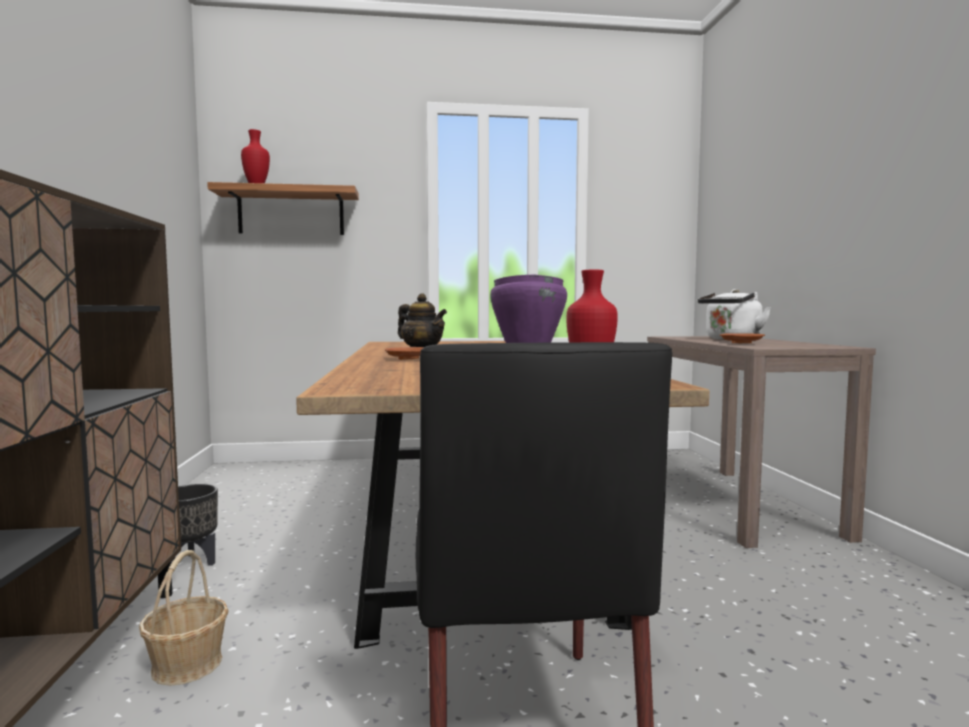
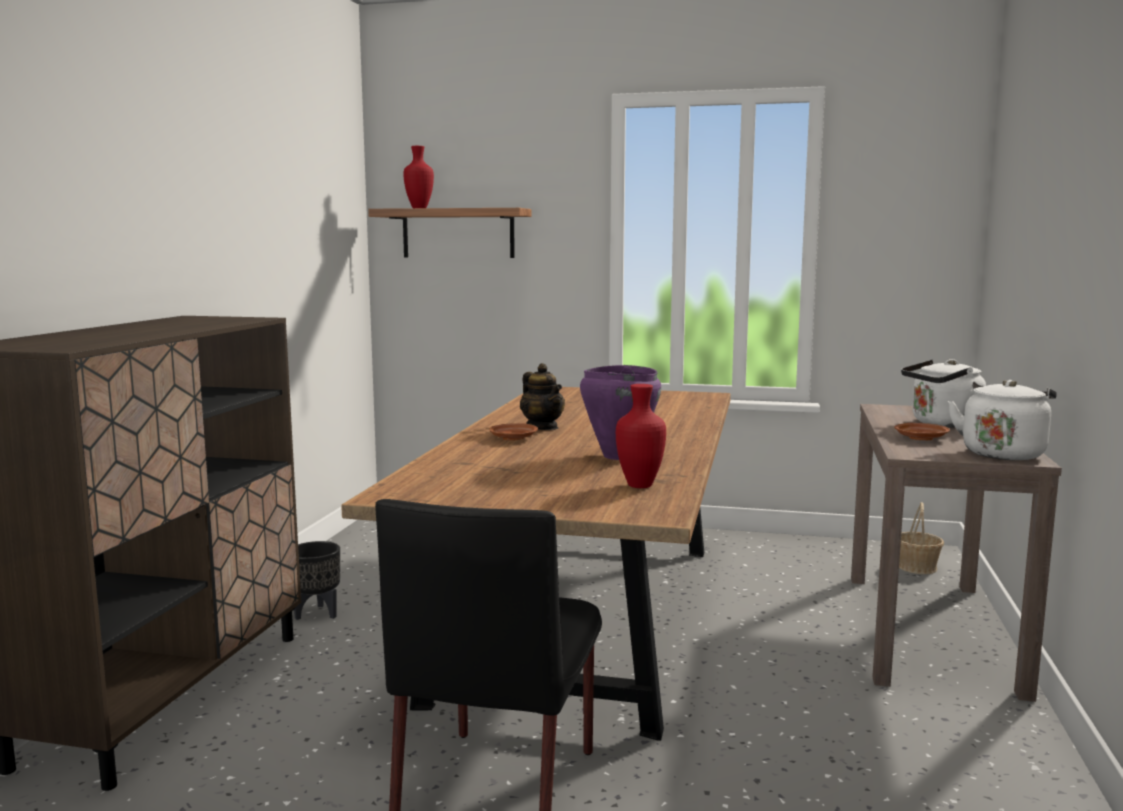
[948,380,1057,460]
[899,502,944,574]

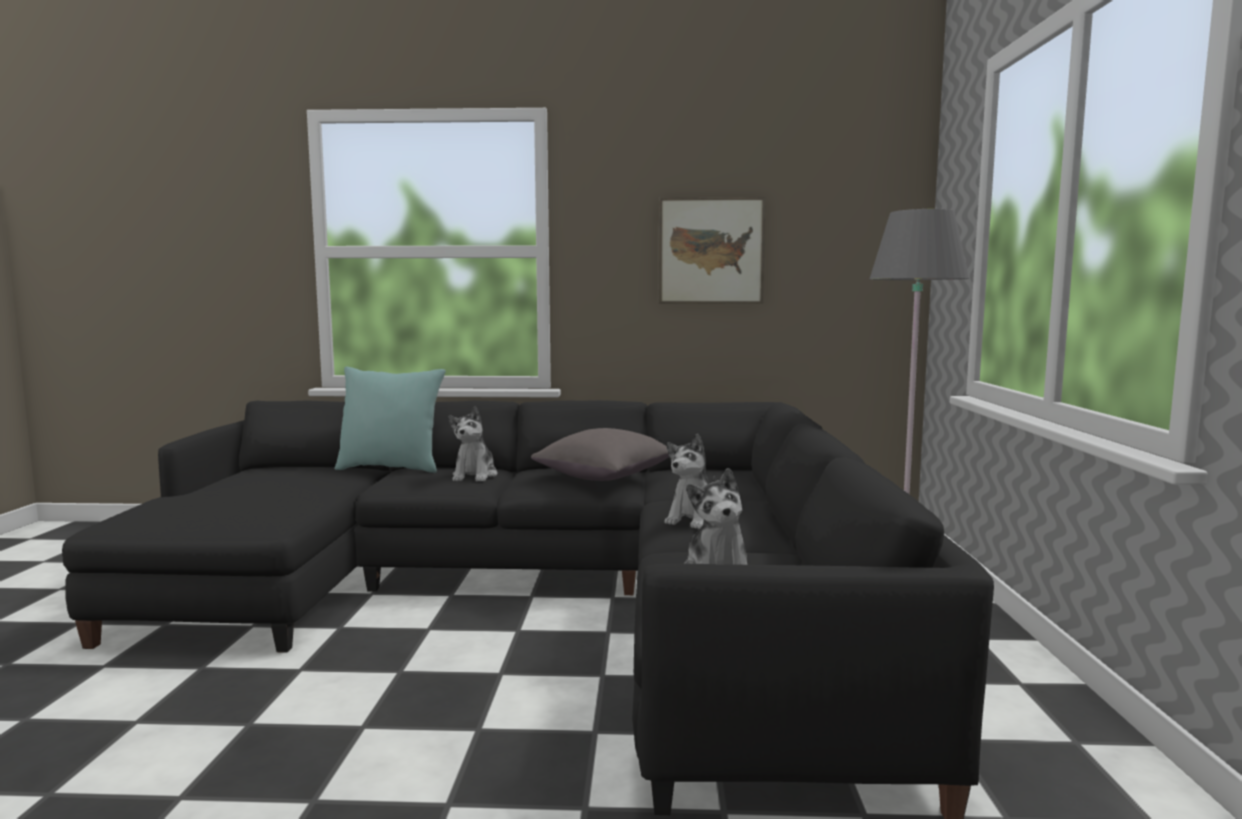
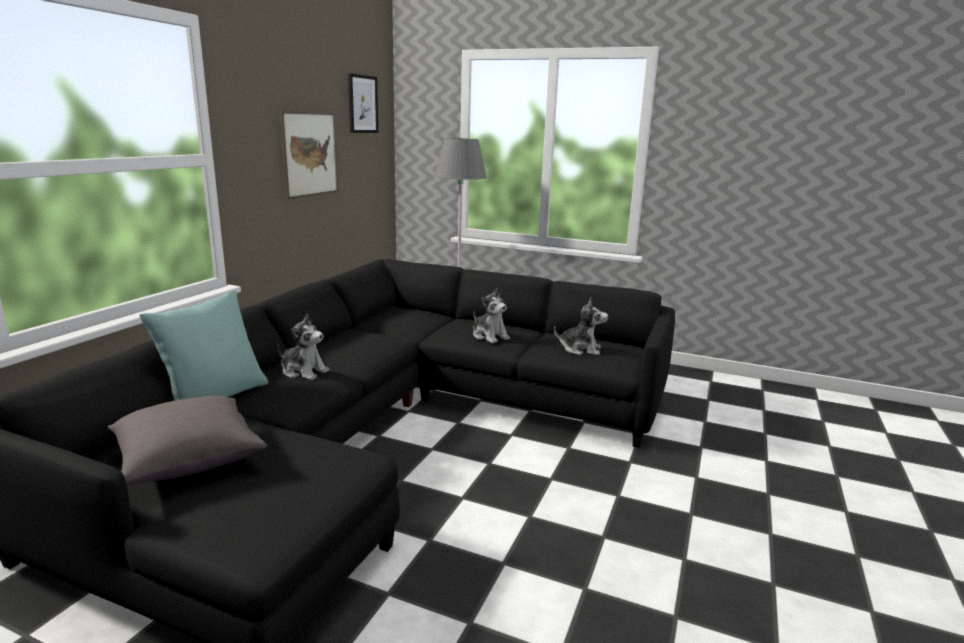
[348,73,378,133]
[108,396,267,485]

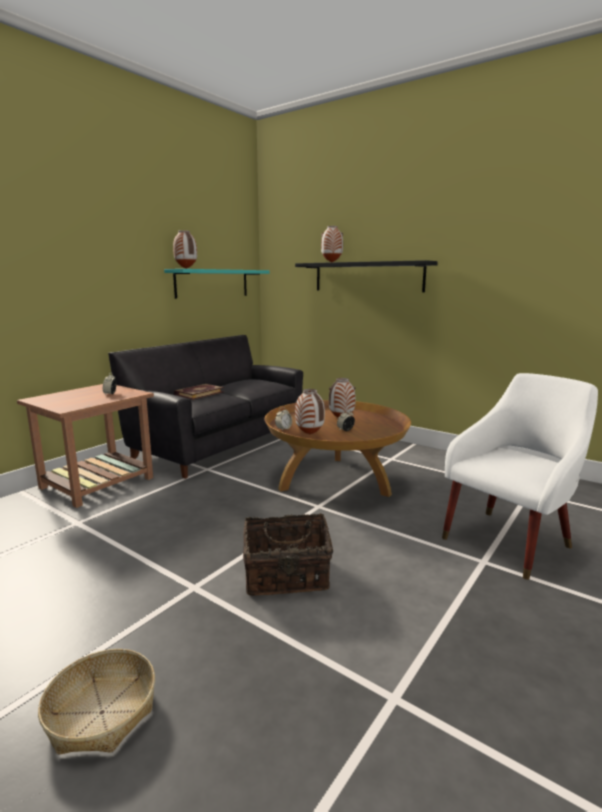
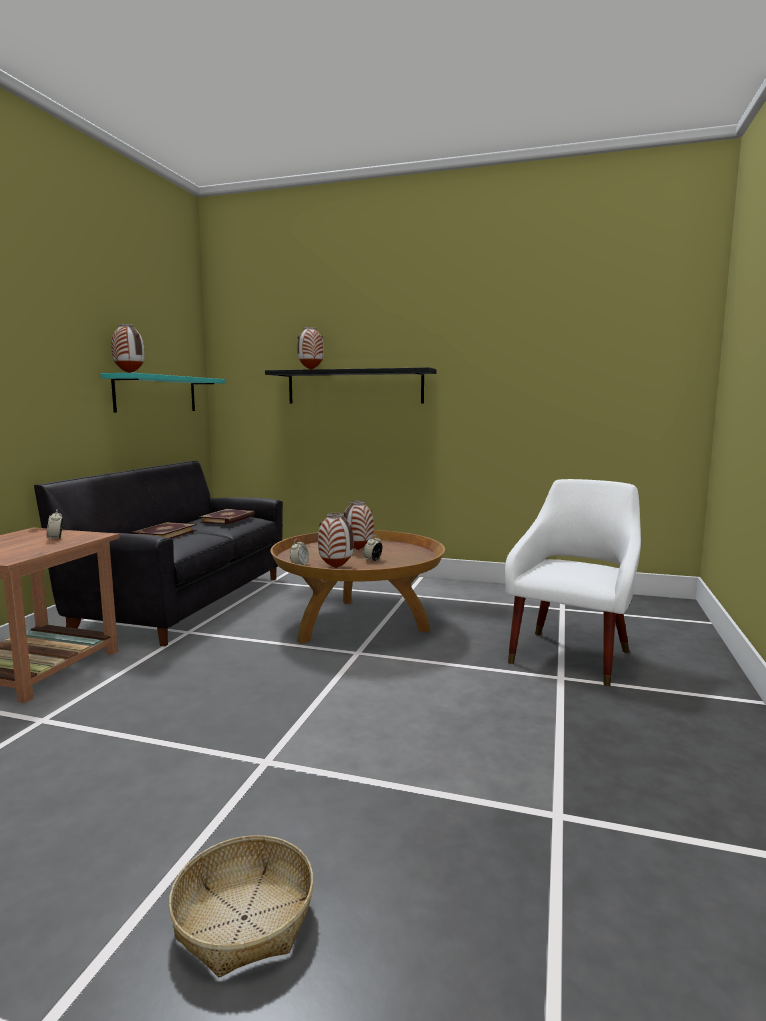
[243,513,333,596] (first image)
[199,509,255,524]

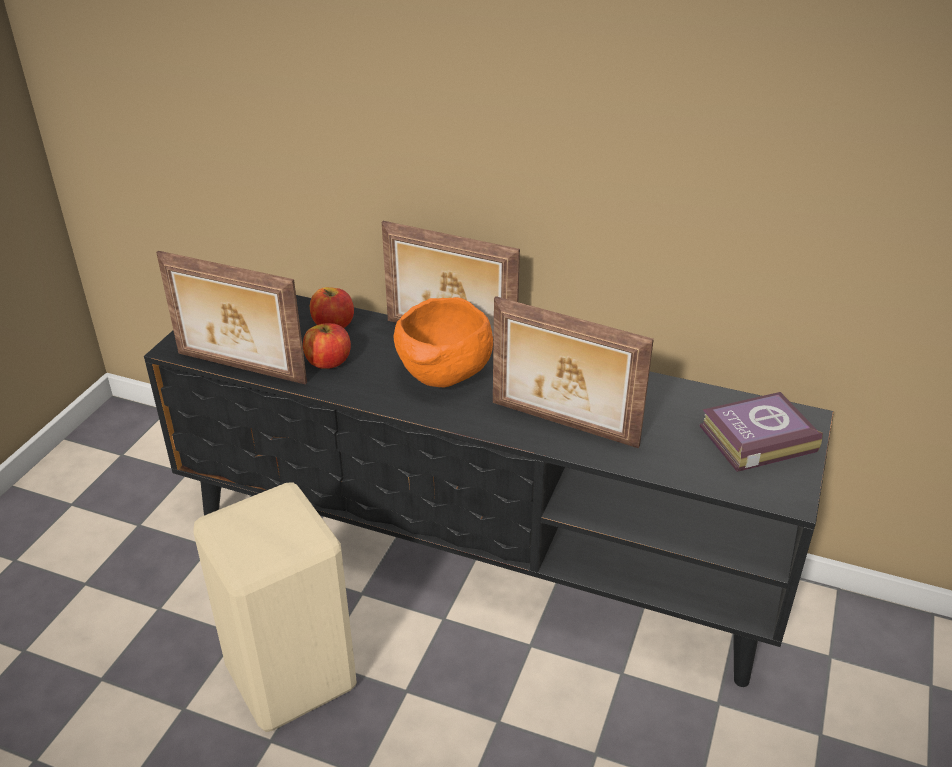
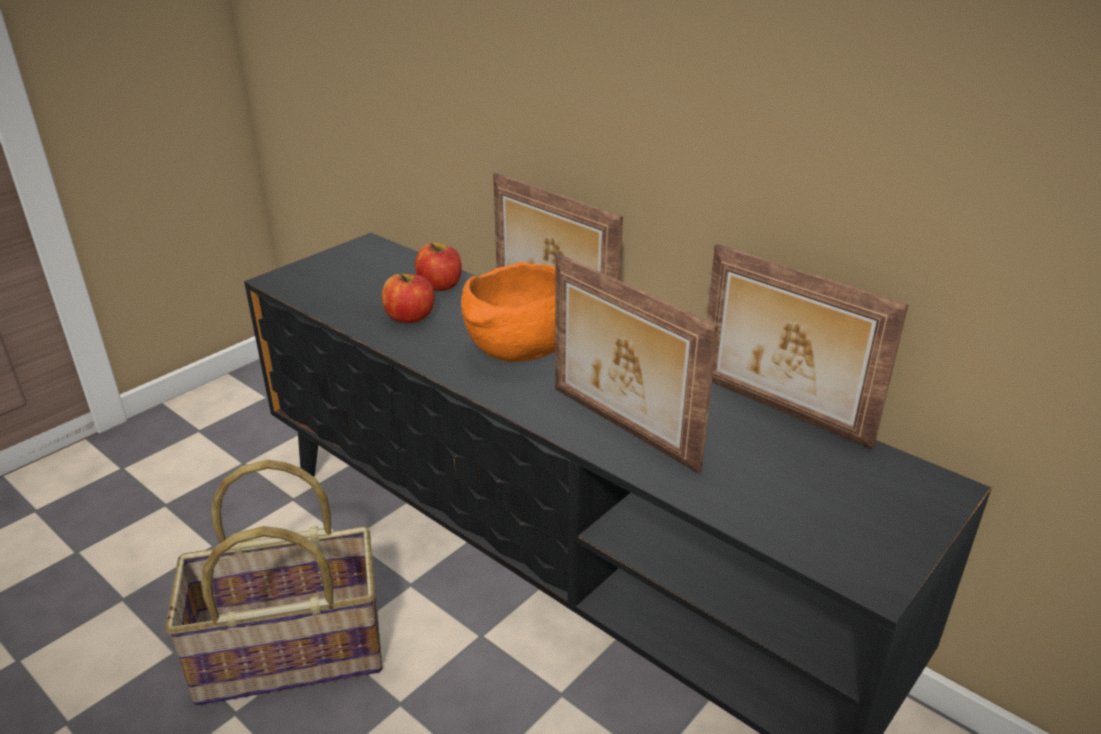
[699,392,823,472] (first image)
[707,244,909,449]
[165,460,382,706]

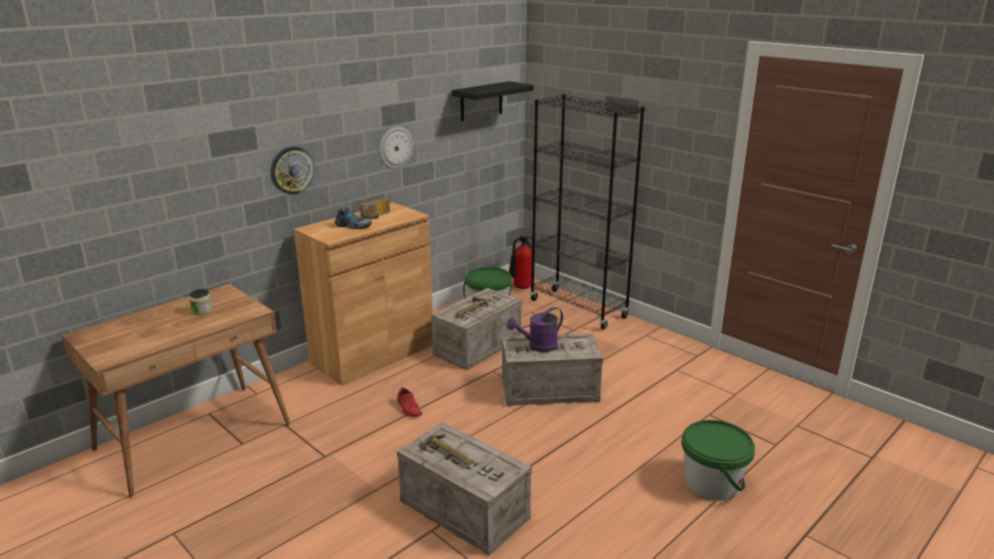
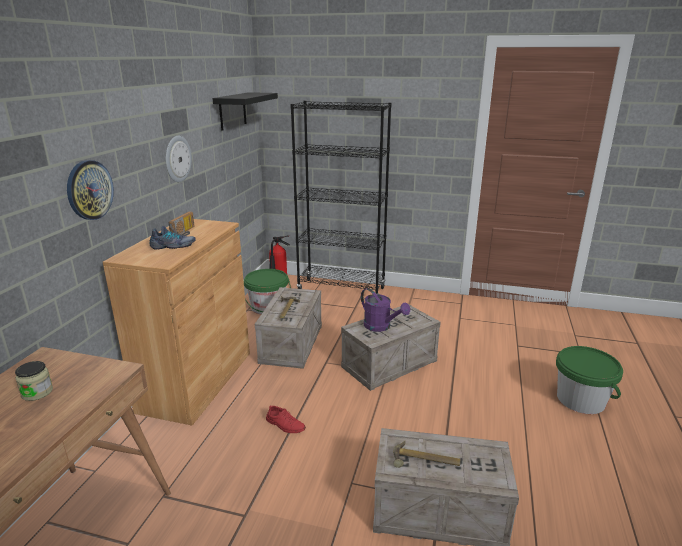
[361,288,410,332]

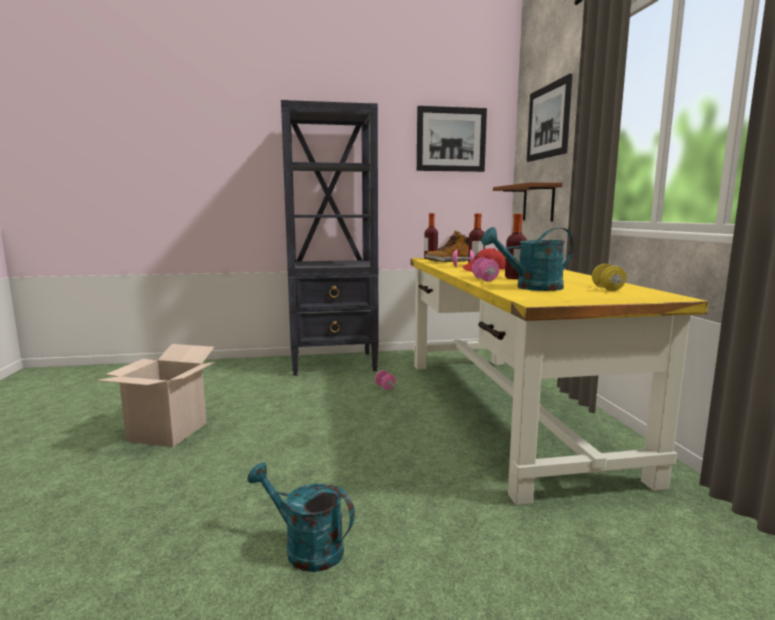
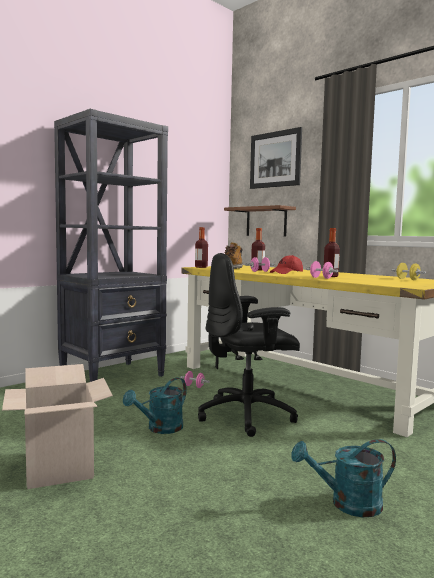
[417,106,487,172] (first image)
[198,253,300,437]
[123,377,187,434]

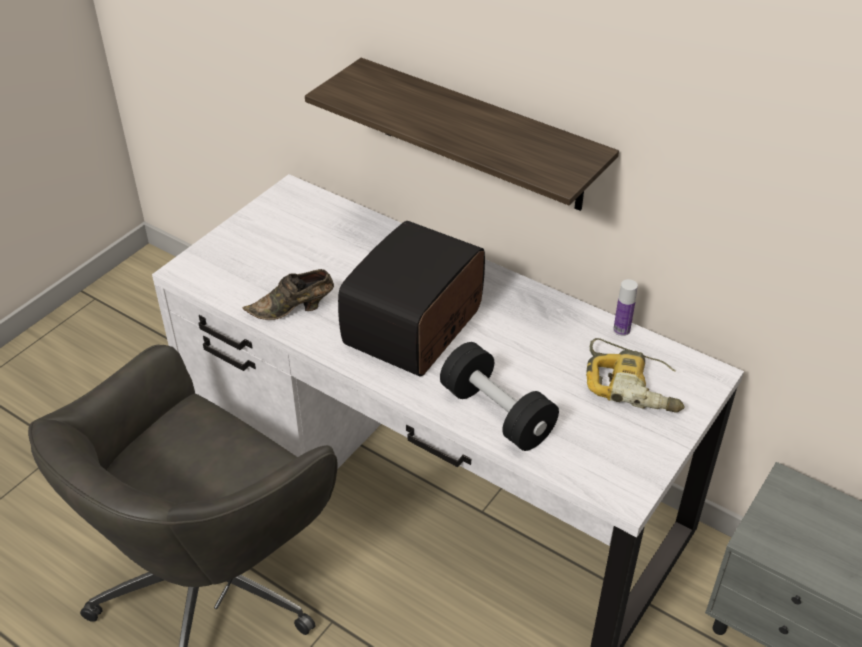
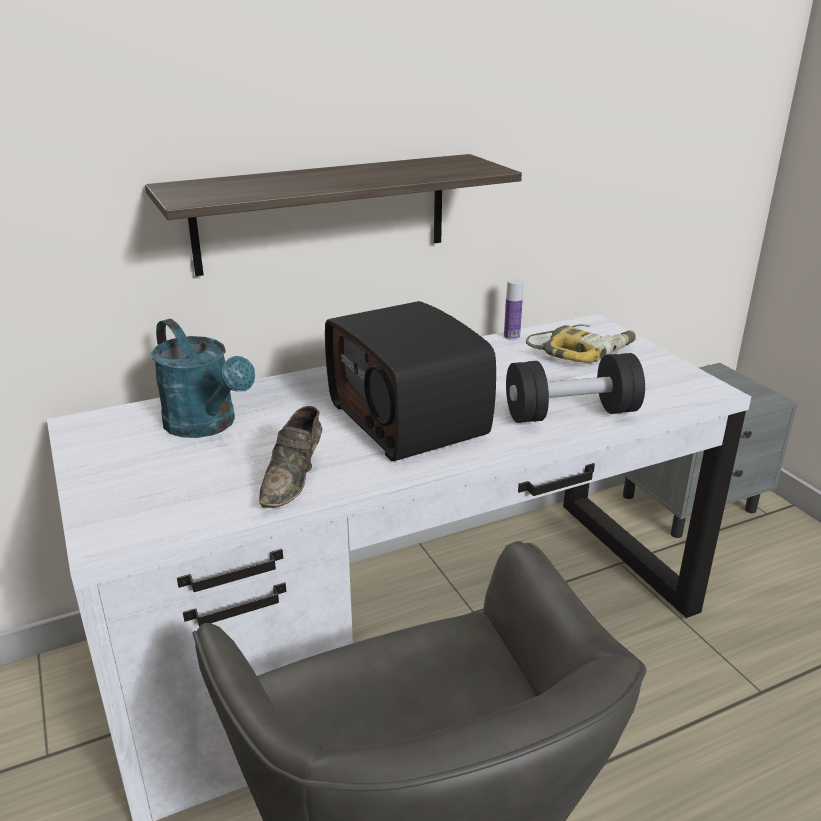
[152,319,255,438]

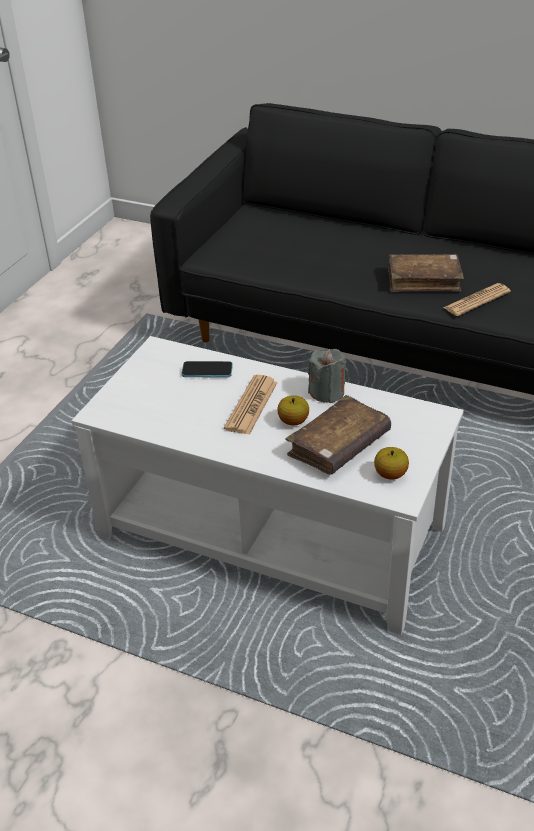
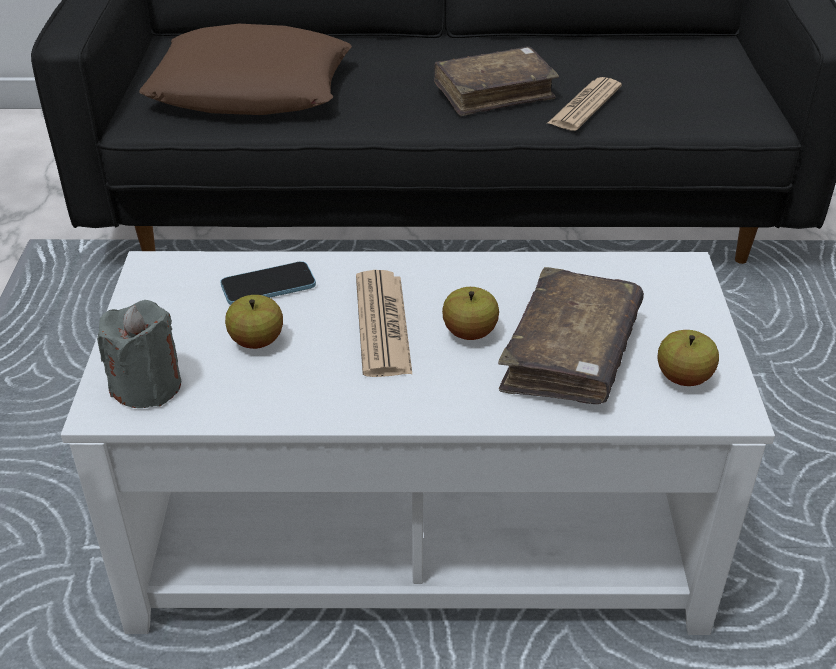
[139,24,352,115]
[225,295,283,349]
[97,300,181,408]

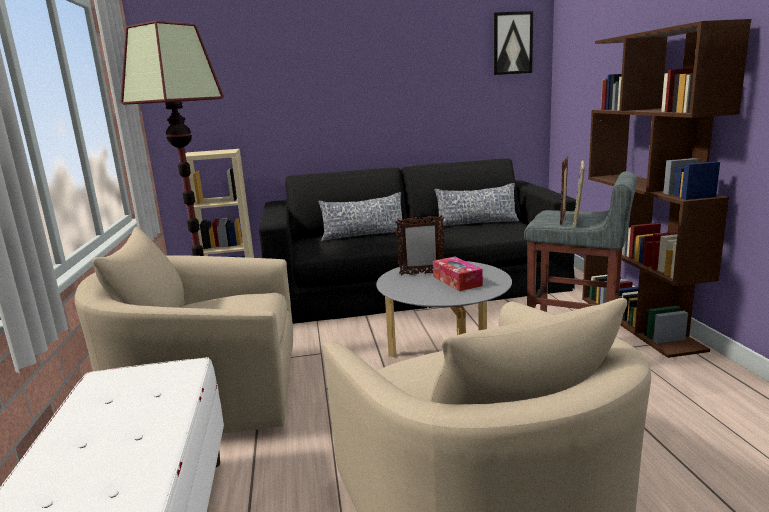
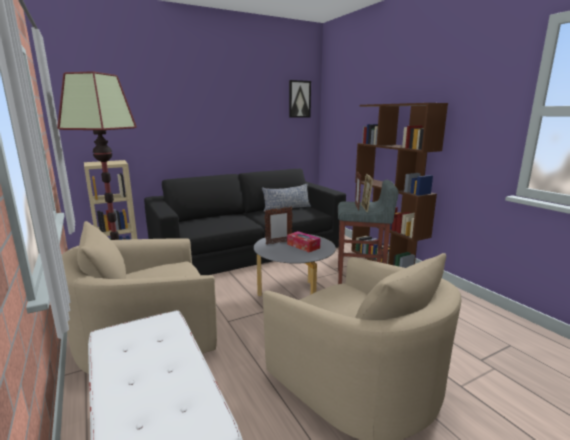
[318,192,402,241] (first image)

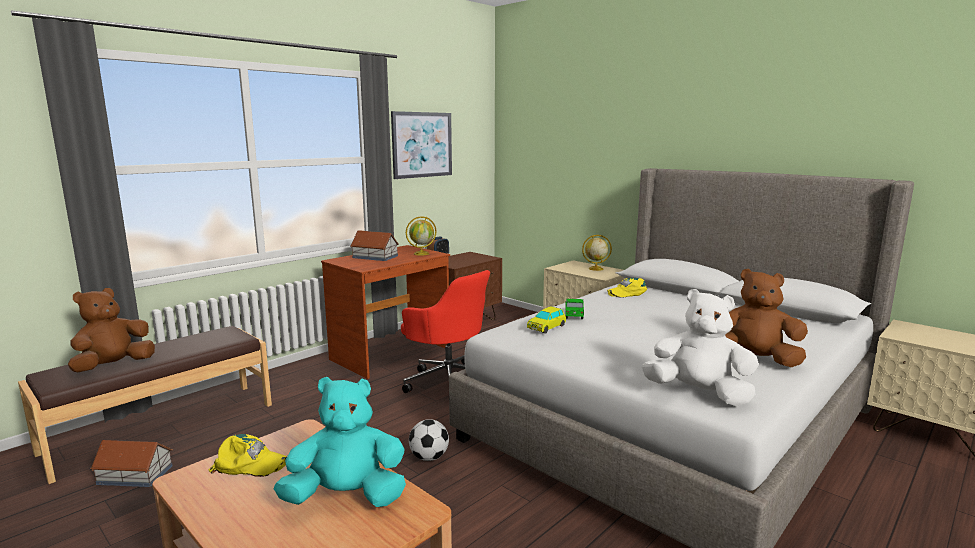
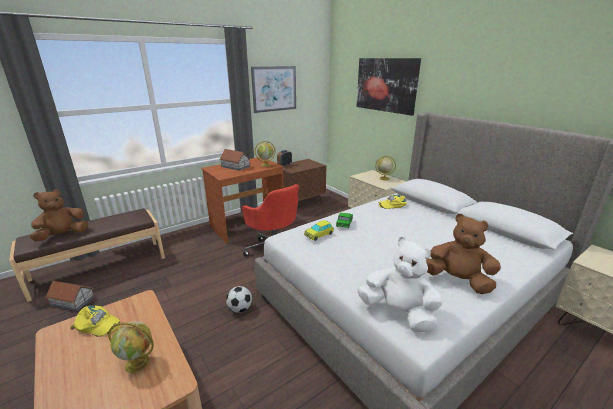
[356,58,421,116]
[108,321,154,373]

